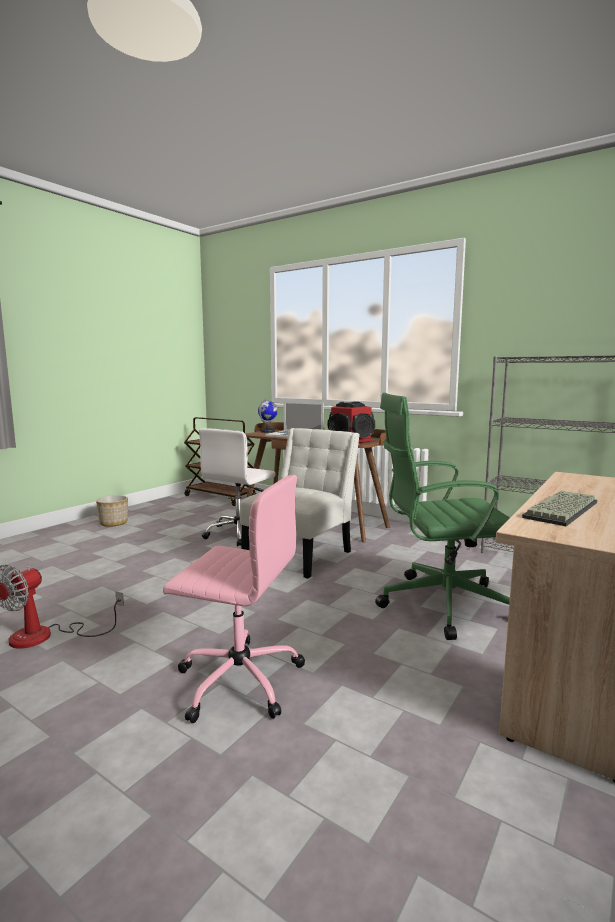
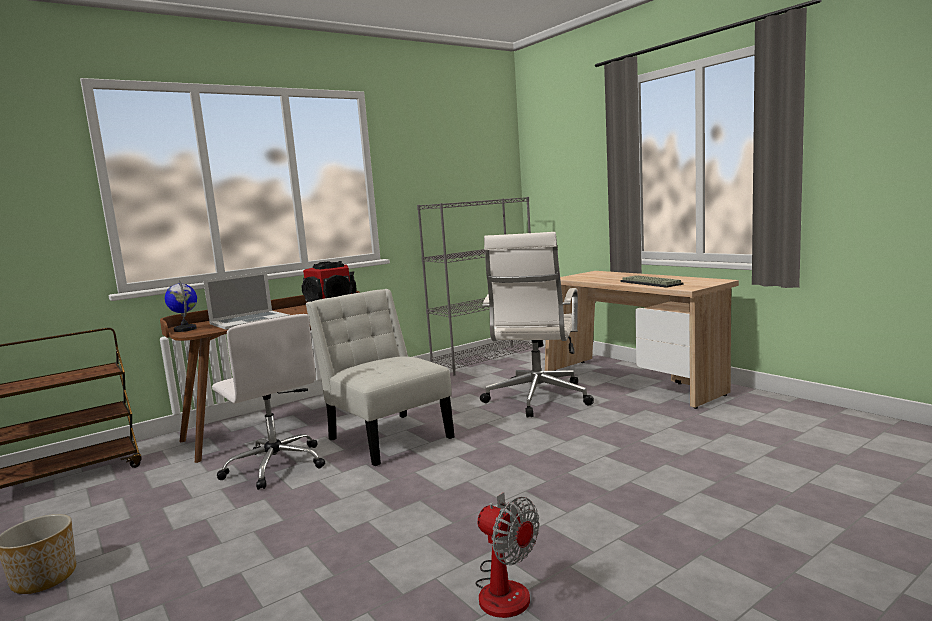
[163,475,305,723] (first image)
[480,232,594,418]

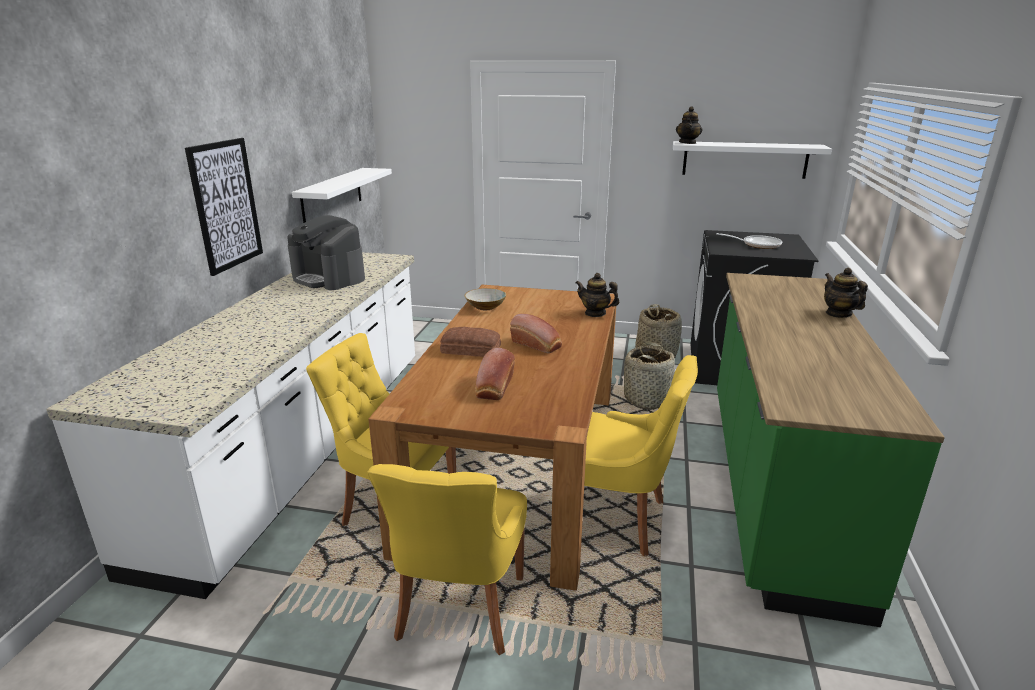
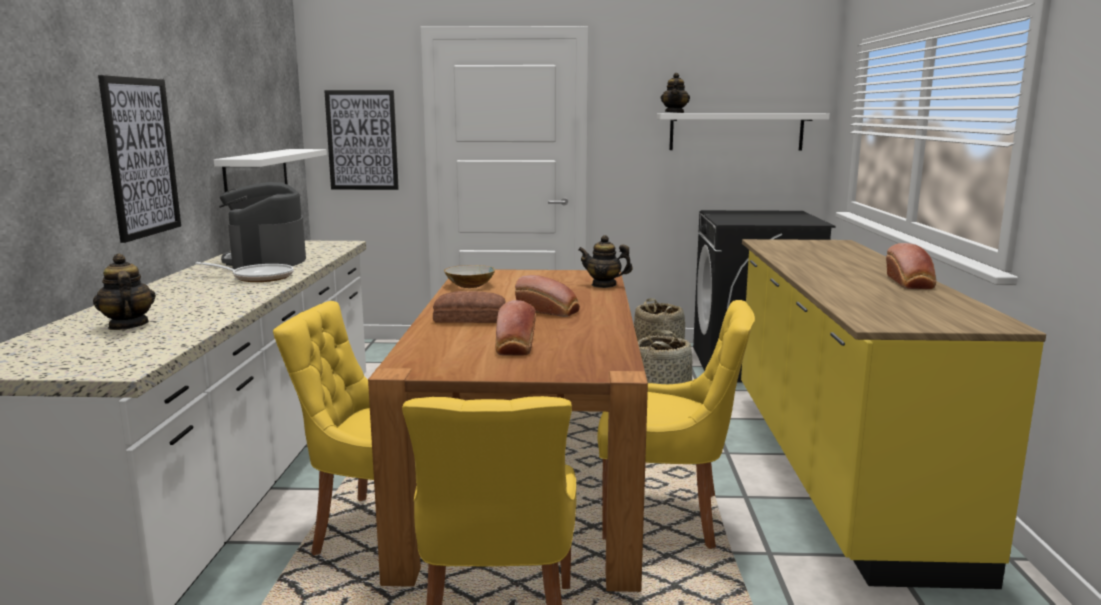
[324,90,399,190]
[886,243,936,289]
[195,262,294,282]
[93,253,156,330]
[741,239,1046,589]
[219,182,306,269]

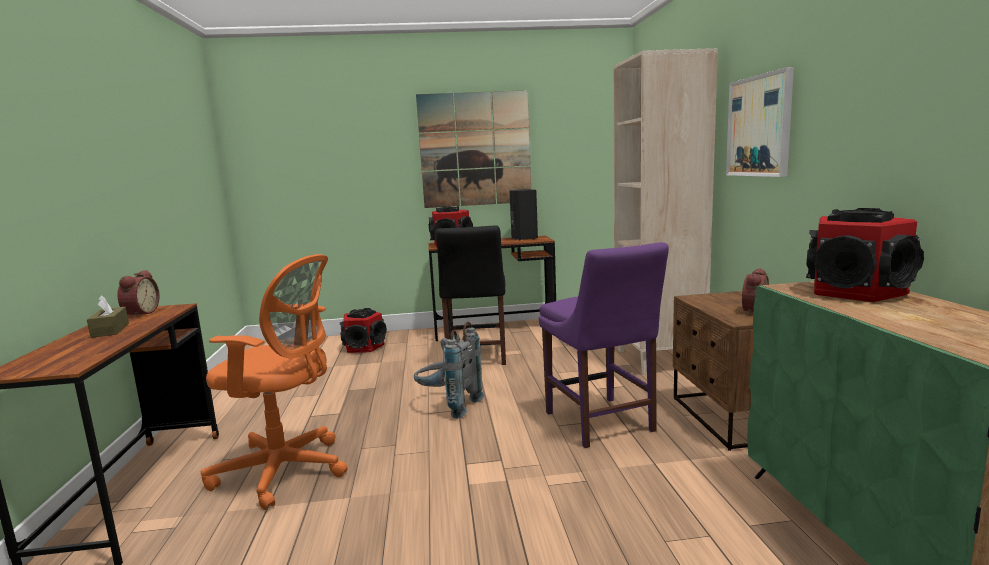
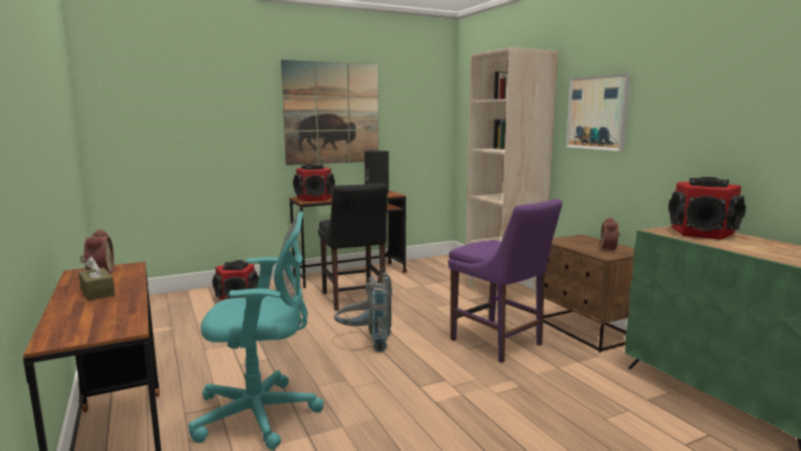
[188,212,324,450]

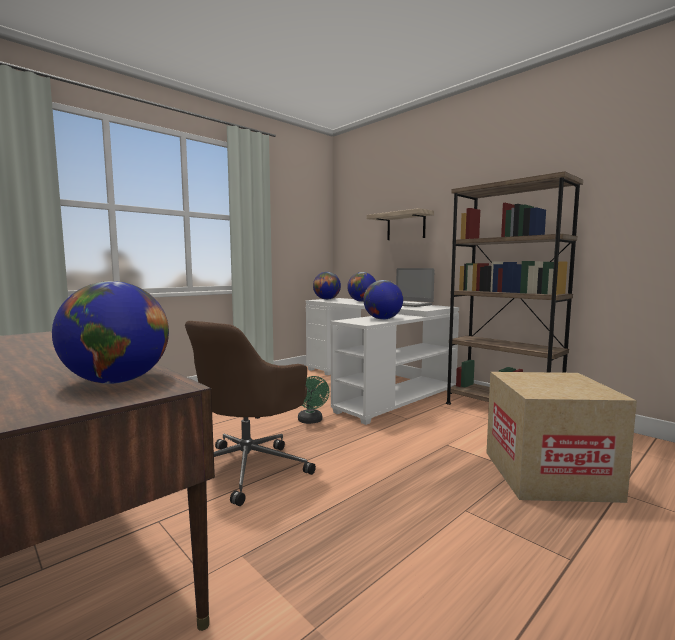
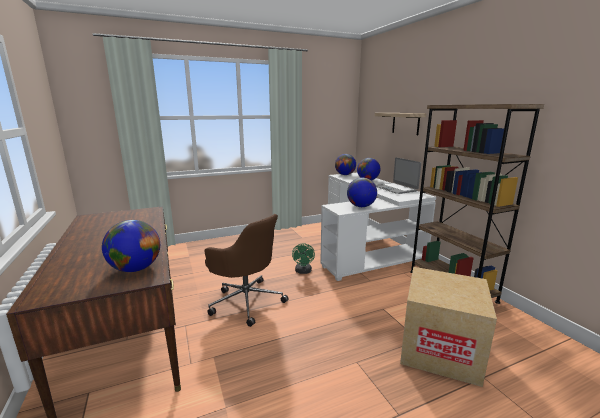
[204,214,289,327]

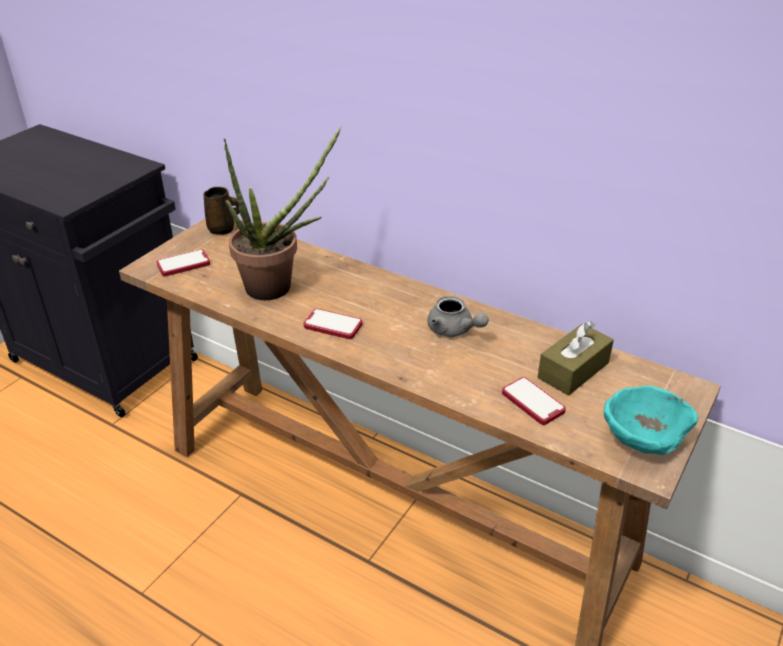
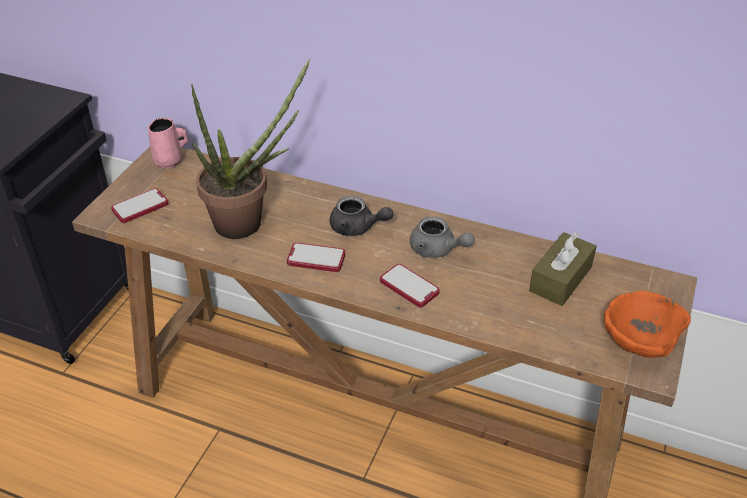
[330,196,393,236]
[380,264,440,308]
[148,118,188,168]
[604,291,691,358]

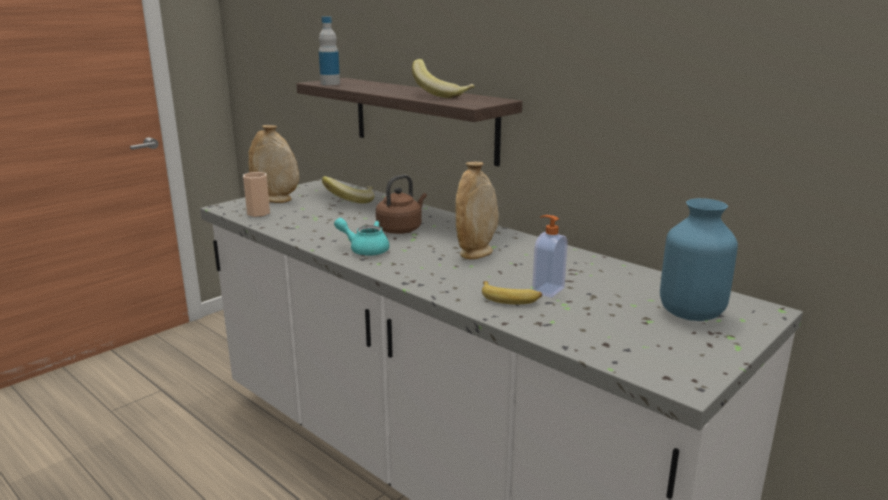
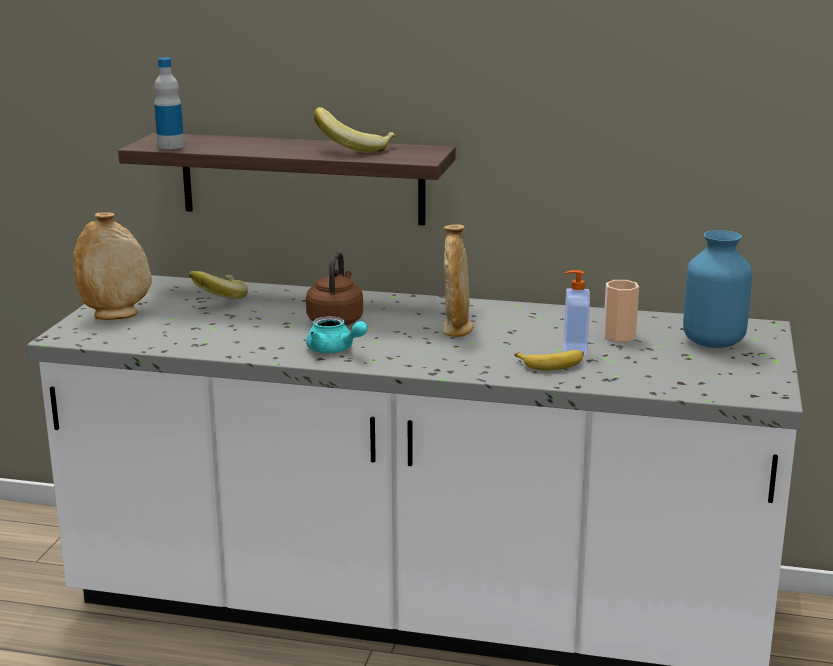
[603,280,639,342]
[306,316,368,353]

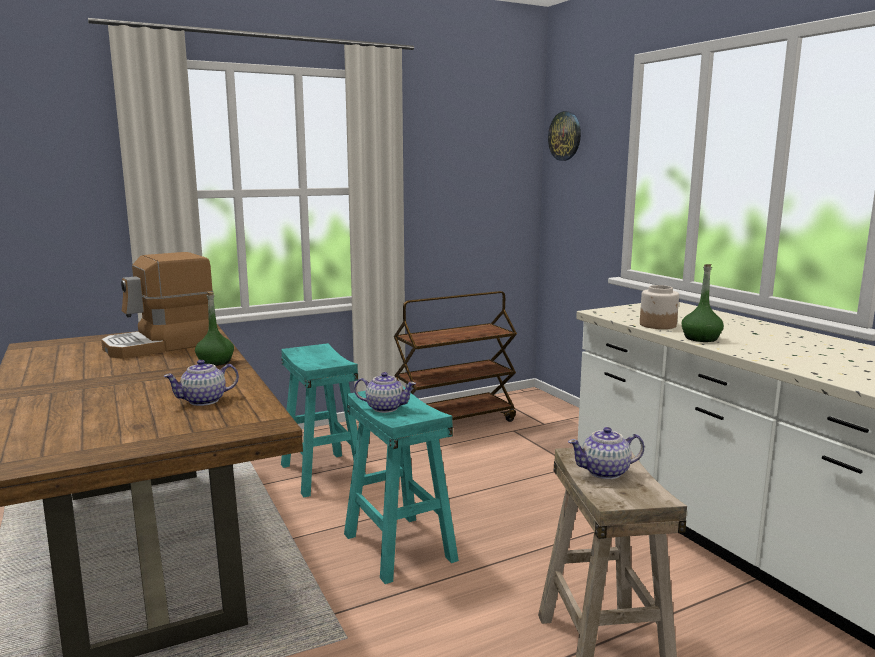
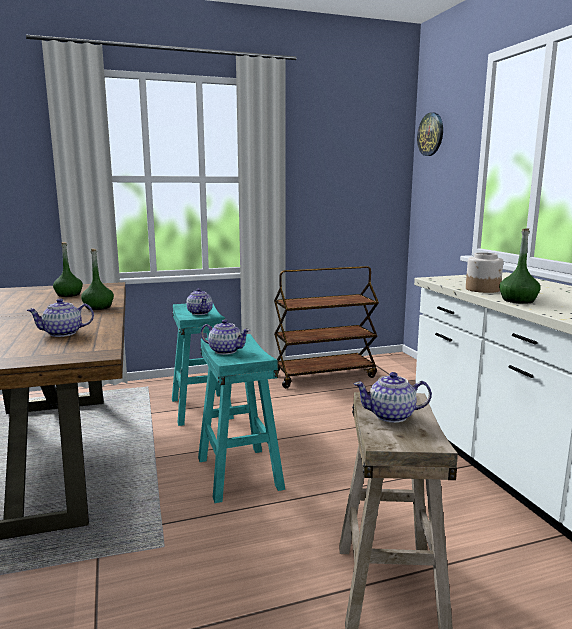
[186,288,213,315]
[53,242,83,297]

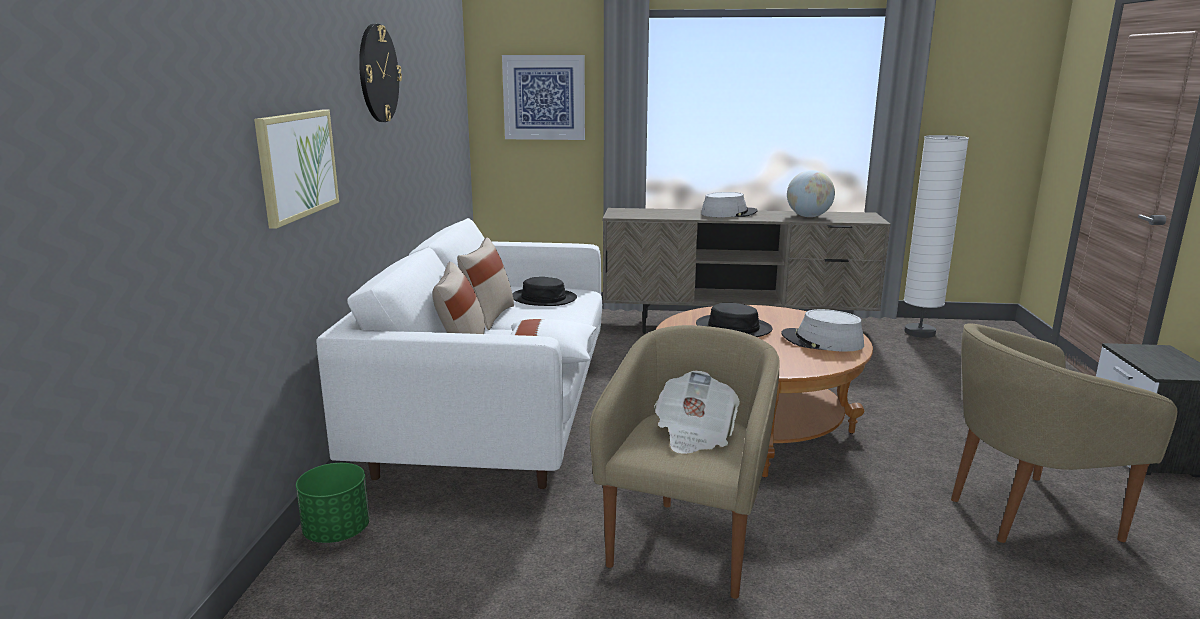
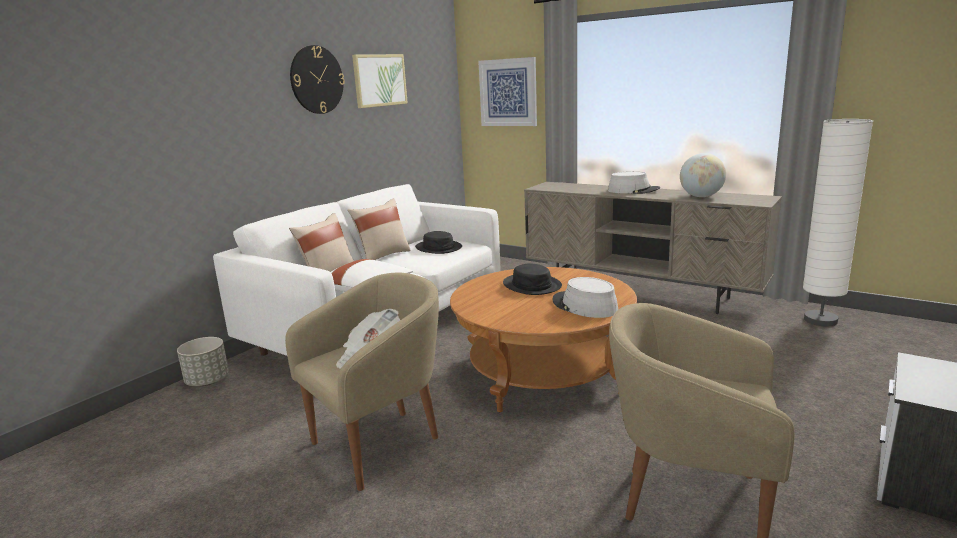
[352,54,408,108]
[177,337,229,386]

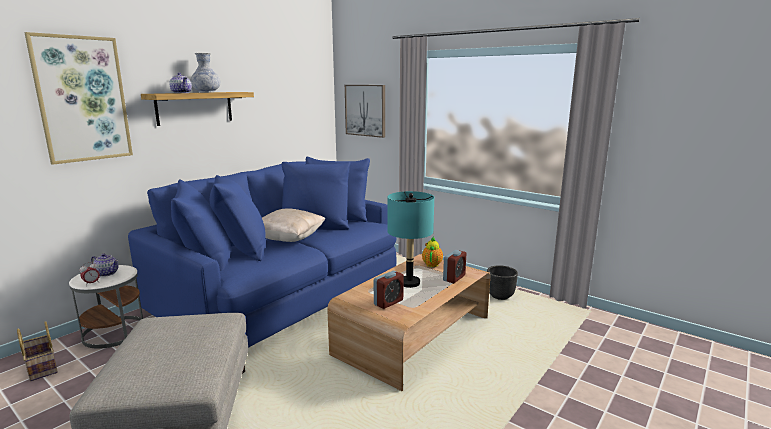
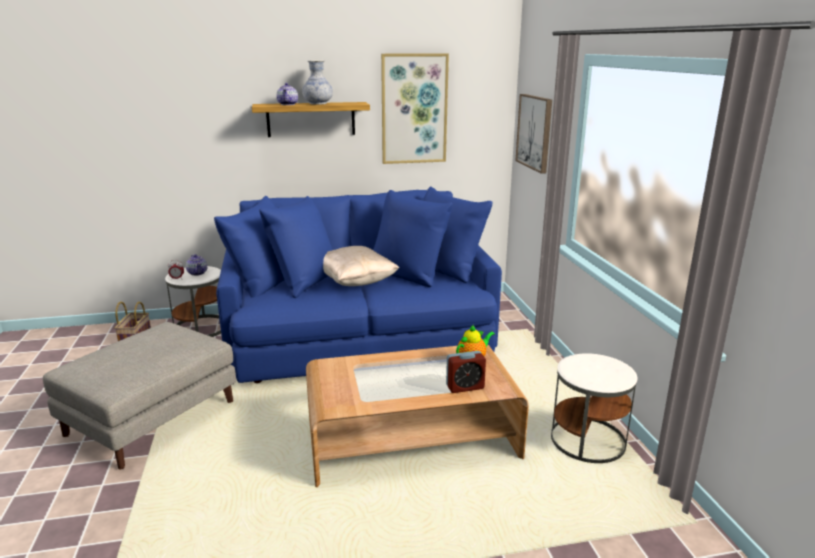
[374,271,404,309] (first image)
[388,191,434,288] (first image)
[381,53,449,164]
[551,353,638,463]

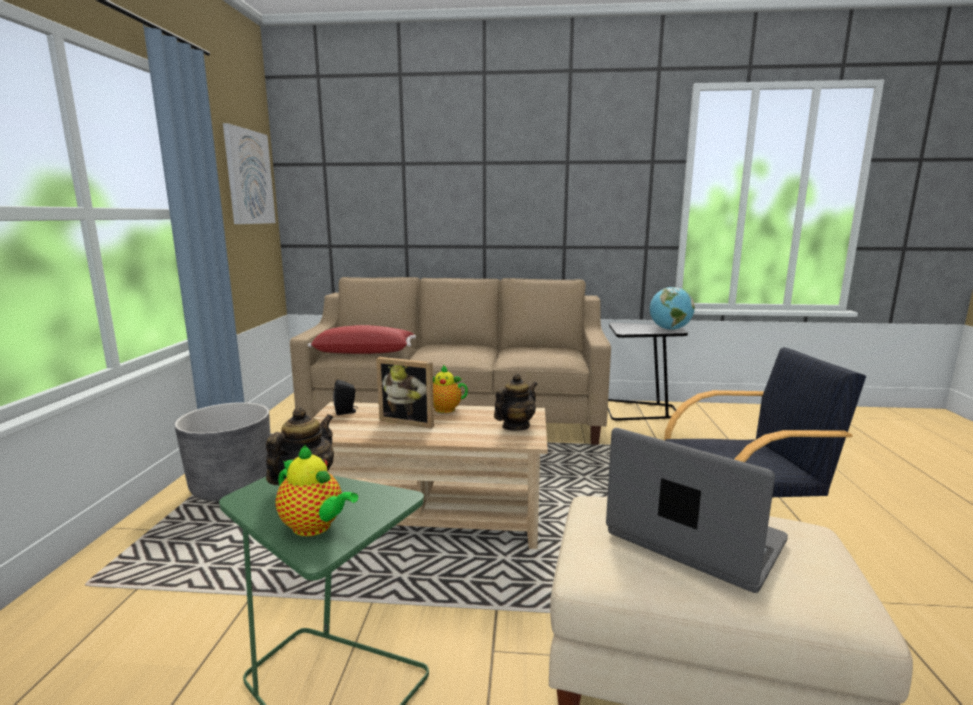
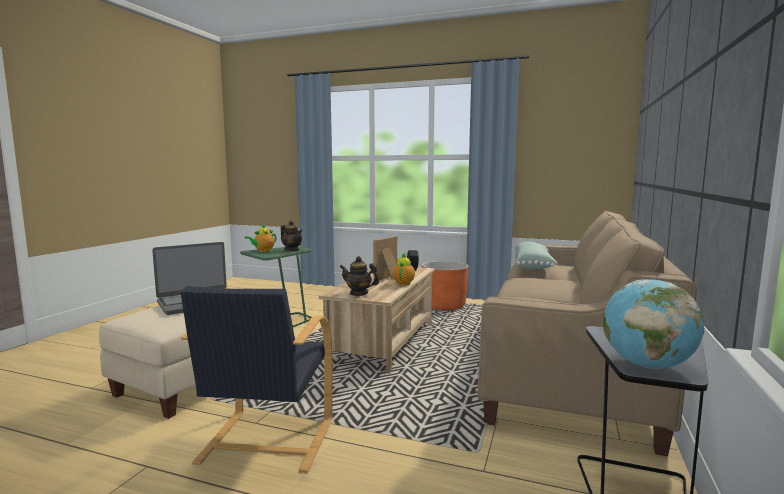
[223,123,276,224] (first image)
[422,261,469,310]
[515,242,558,269]
[340,256,379,296]

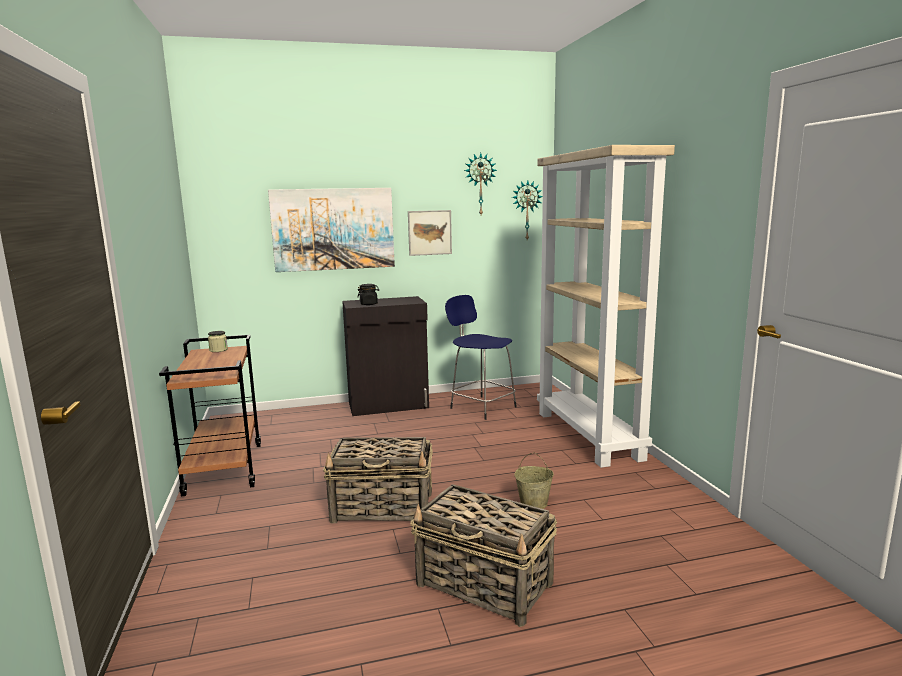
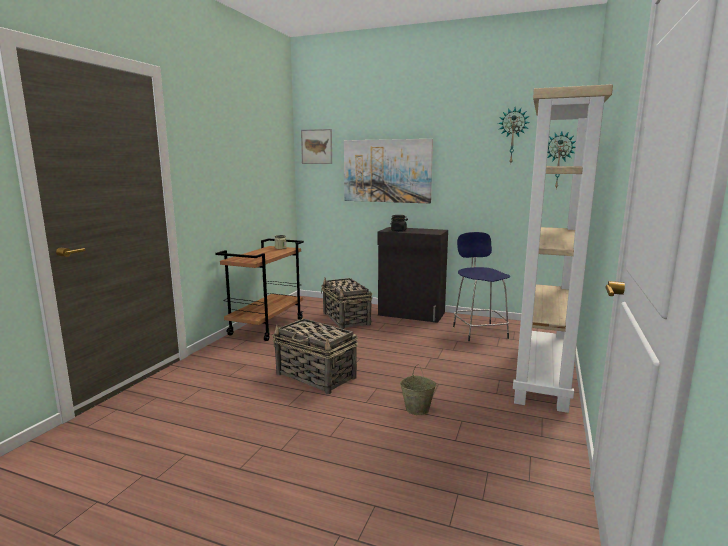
[301,129,332,164]
[321,278,372,329]

